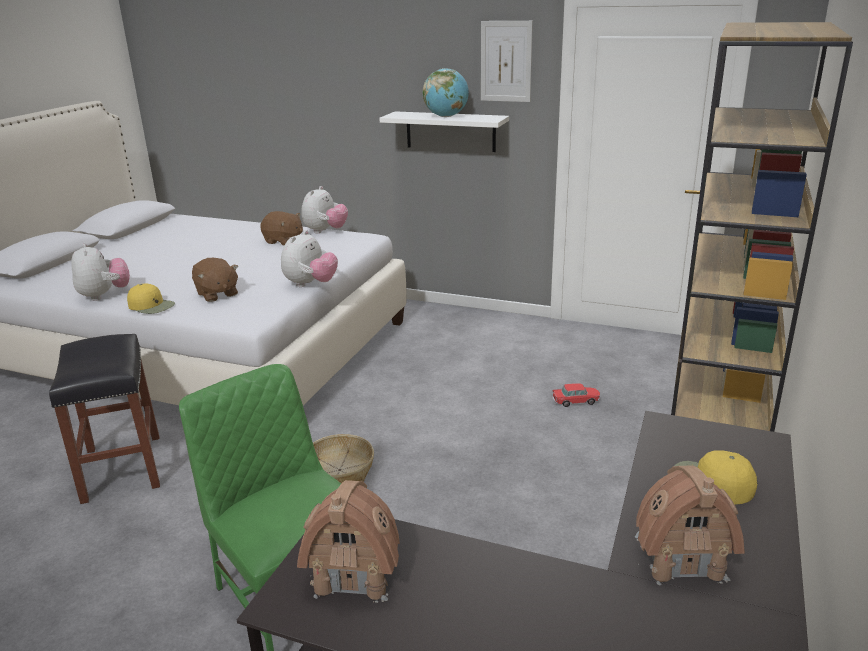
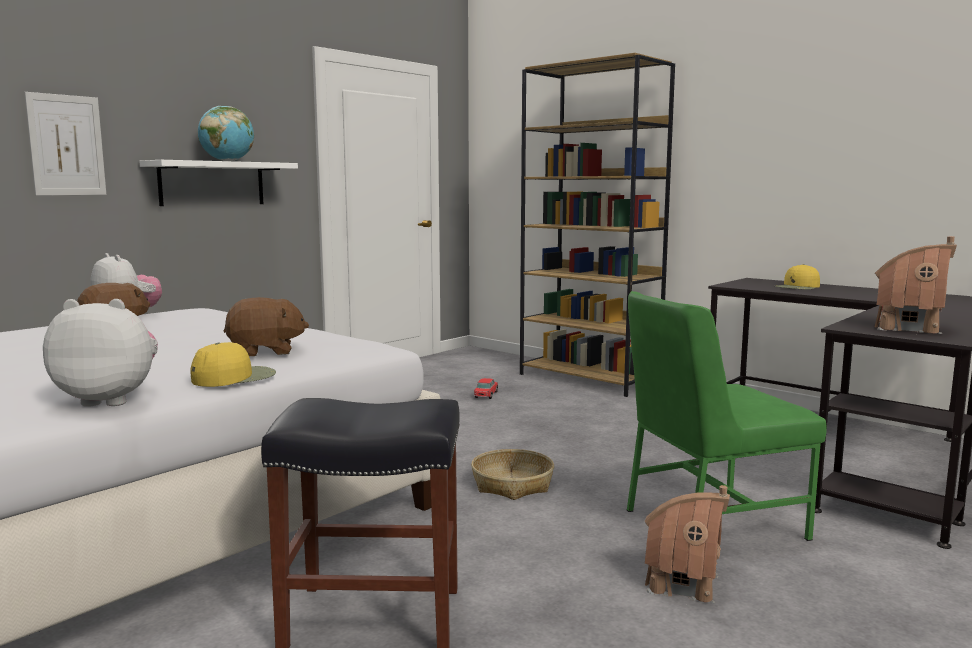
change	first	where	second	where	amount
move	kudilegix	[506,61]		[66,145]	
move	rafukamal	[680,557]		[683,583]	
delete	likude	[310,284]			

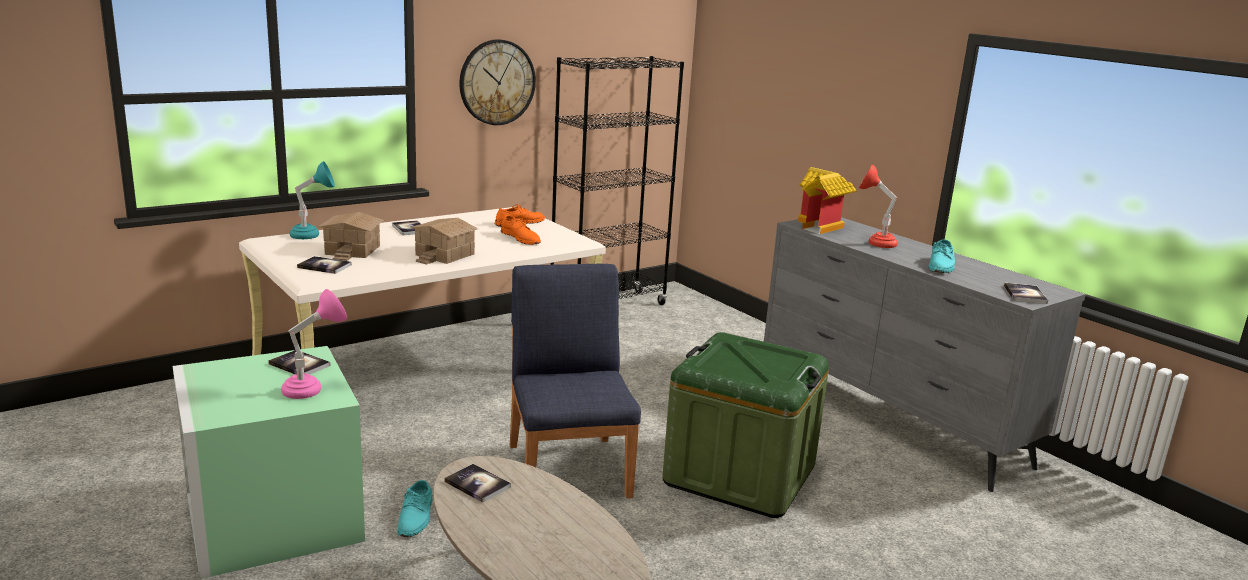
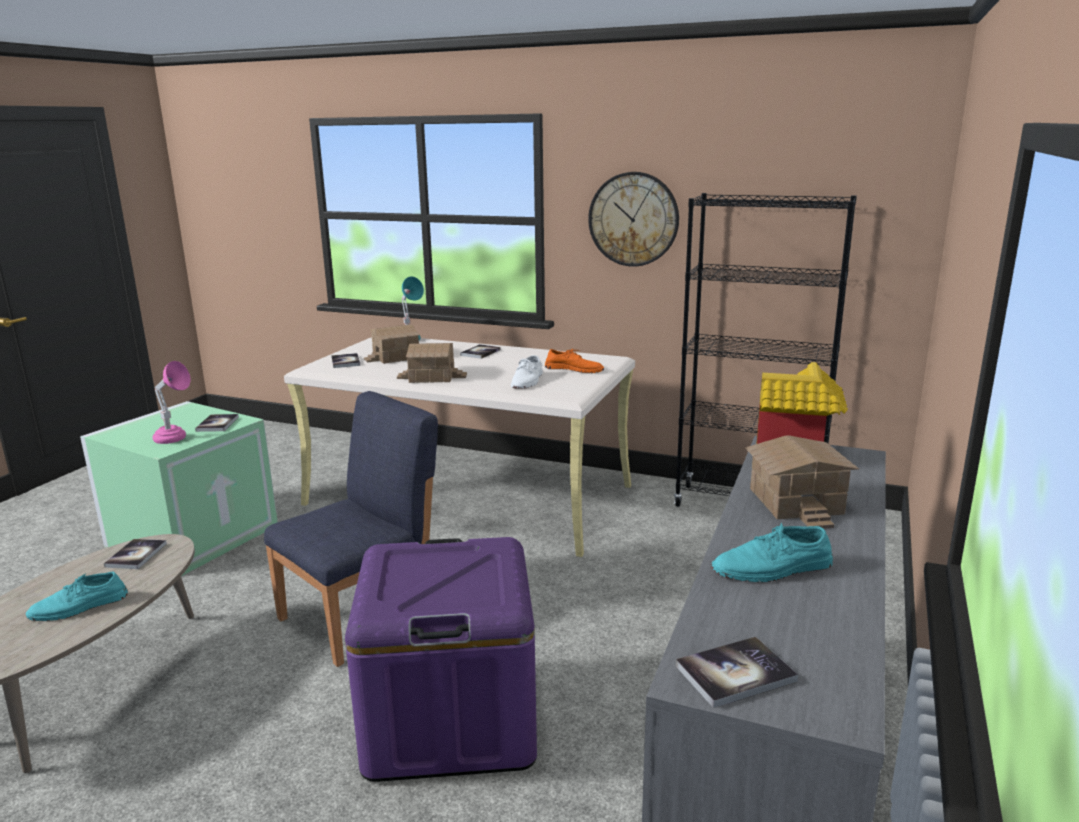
change	first	where	second	where	amount
move	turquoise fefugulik	[416,517]		[79,607]	
recolor	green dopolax	[740,474]	purple dopolax	[450,718]	
recolor	orange fefugulik	[521,238]	white fefugulik	[528,381]	
replace	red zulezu	[874,242]	rafukamal	[793,501]	

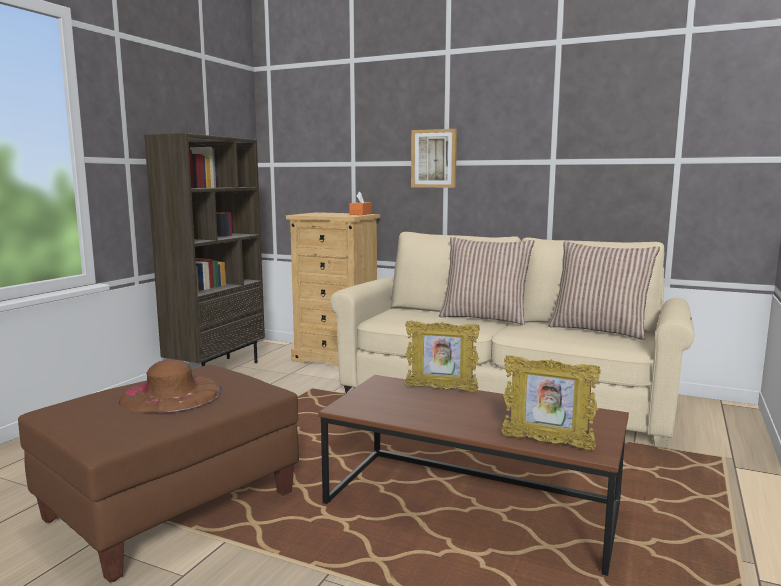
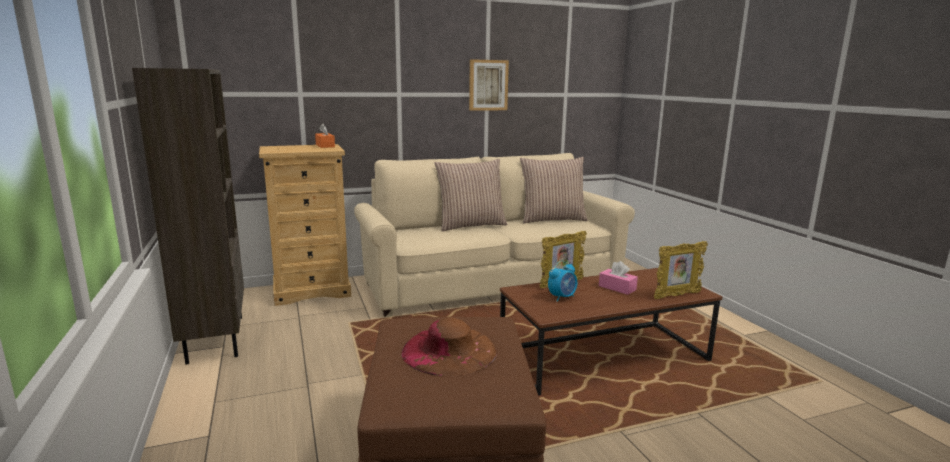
change	first	where	second	where	amount
move	kudilegix	[434,158]		[488,85]	
insert			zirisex	[562,297]	
insert			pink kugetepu	[617,288]	

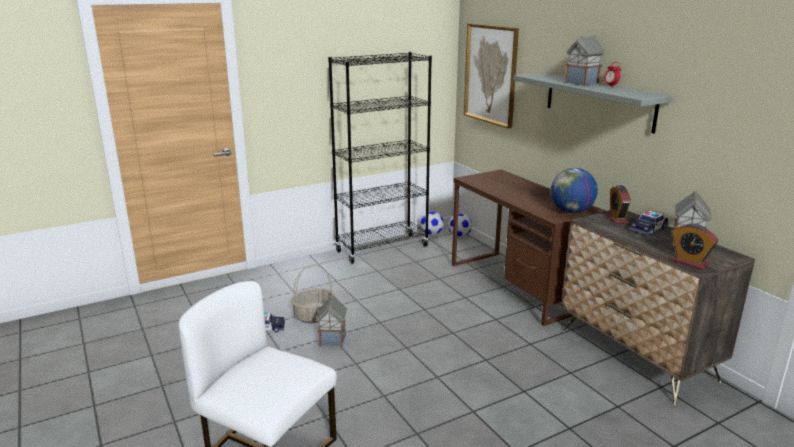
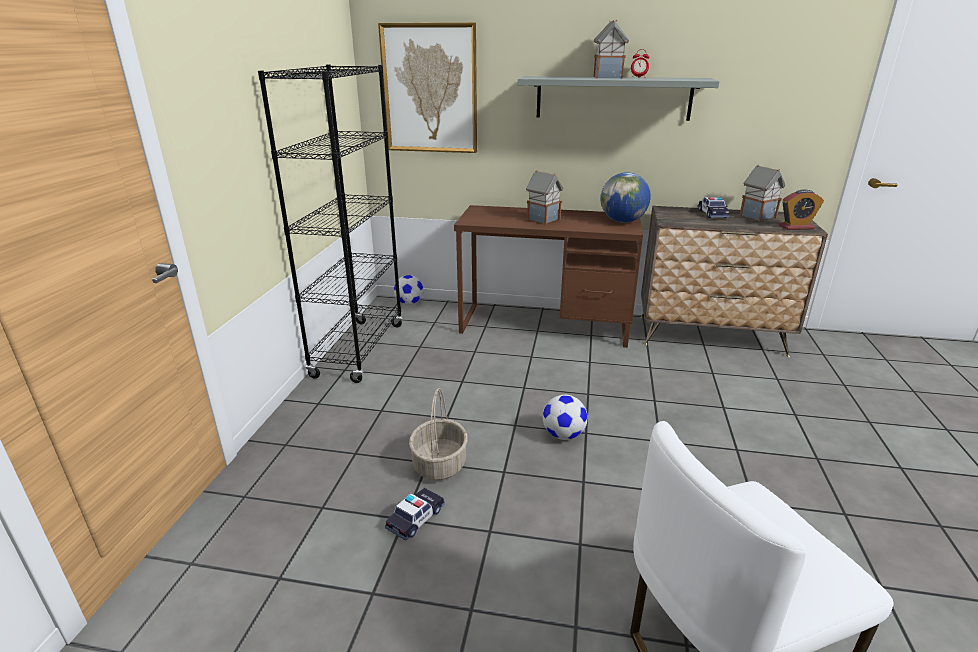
change	first	where	second	where	amount
move	rafukamal	[332,340]		[542,219]	
move	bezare	[431,234]		[563,435]	
delete	zirisex	[616,219]			

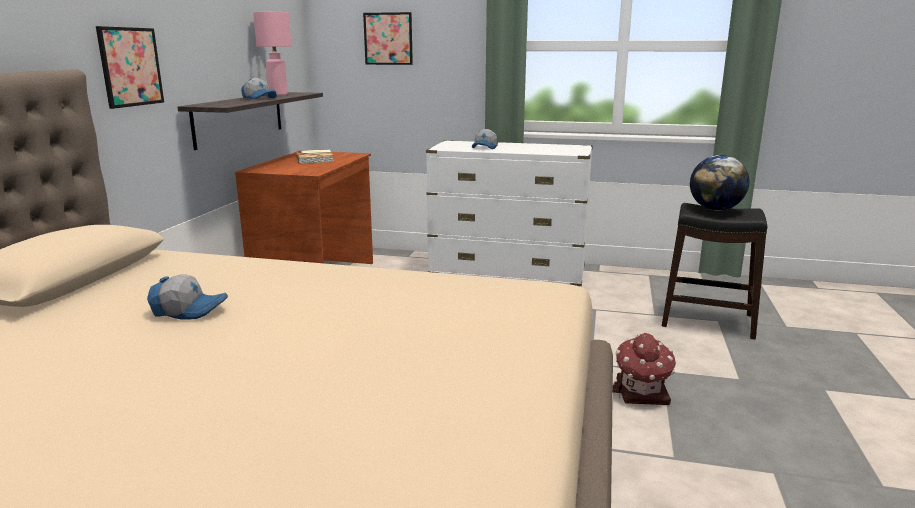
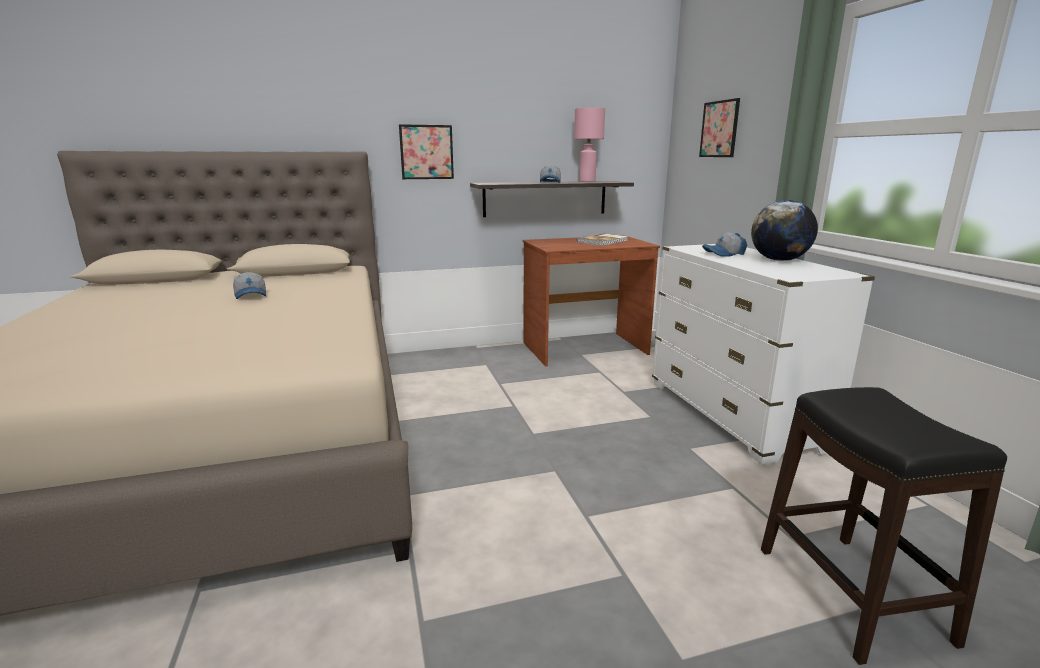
change	first	where	second	where	amount
move	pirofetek	[715,209]		[779,260]	
delete	rafukamal	[642,393]			

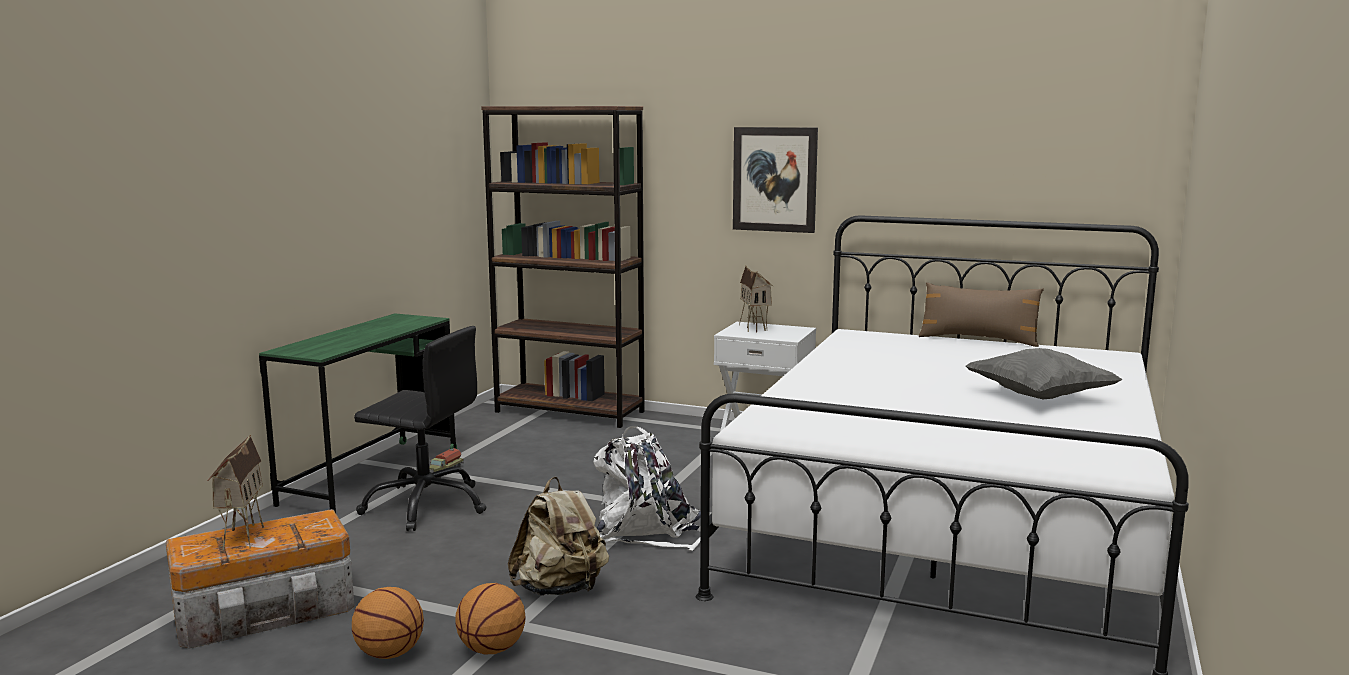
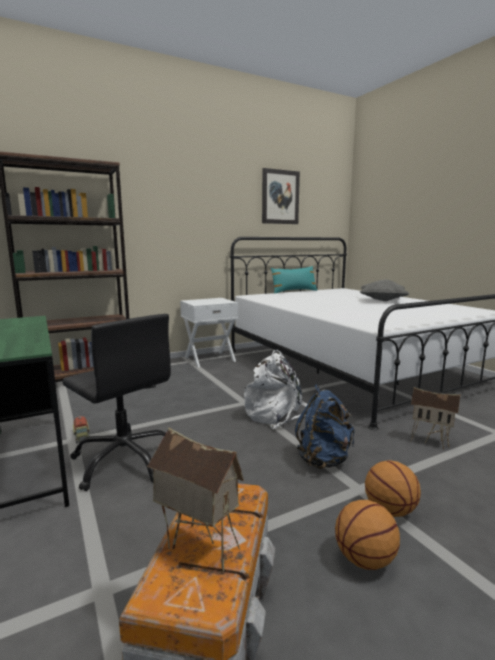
change	first	where	second	where	amount
rotate	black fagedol	[426,505]		[125,460]	75 degrees clockwise
move	kudilegix	[775,179]		[280,197]	
recolor	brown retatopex	[978,340]	turquoise retatopex	[294,291]	
recolor	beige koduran	[560,589]	blue koduran	[324,459]	
move	rafukamal	[755,328]		[430,441]	

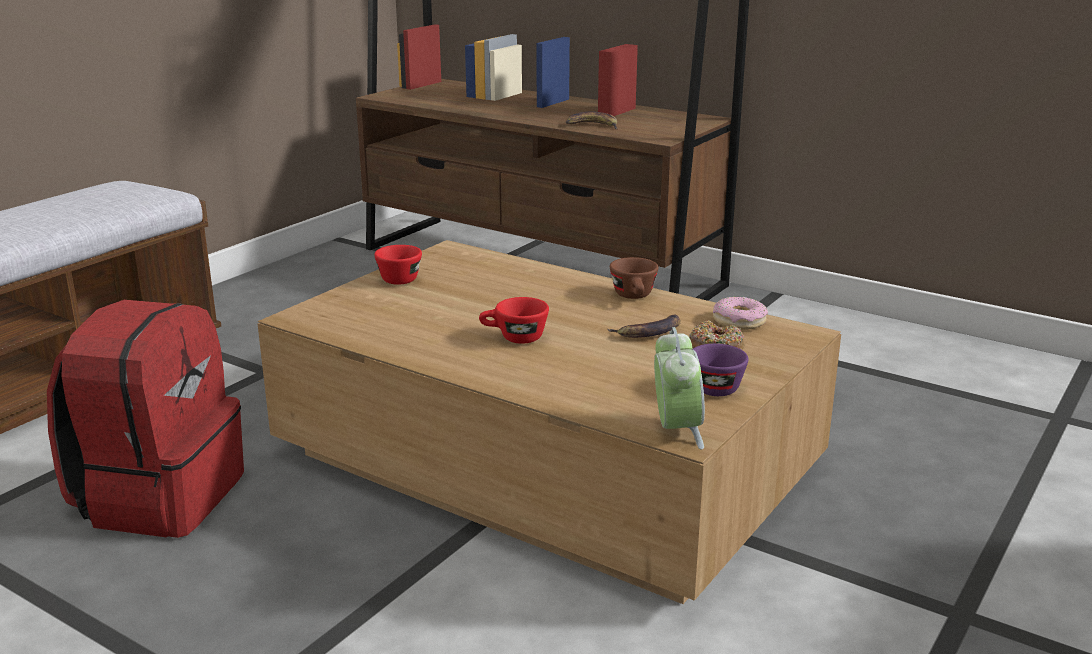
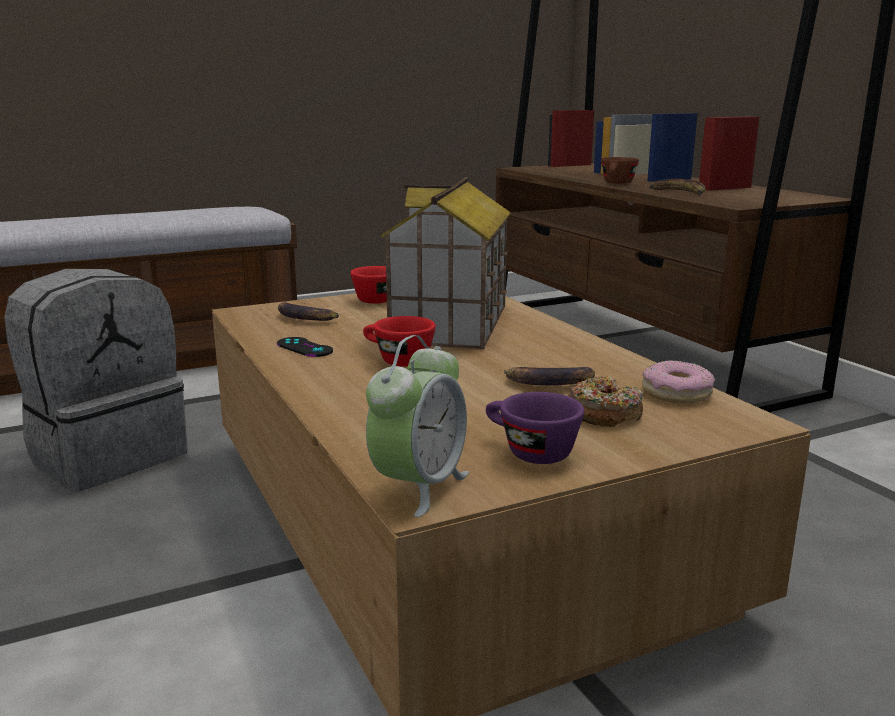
change	first	where	second	where	amount
recolor	red koduran	[159,496]	grey koduran	[108,455]	
insert			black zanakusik	[304,347]	
insert			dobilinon	[305,318]	
insert			rafukamal	[451,324]	
move	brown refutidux	[635,297]		[617,183]	

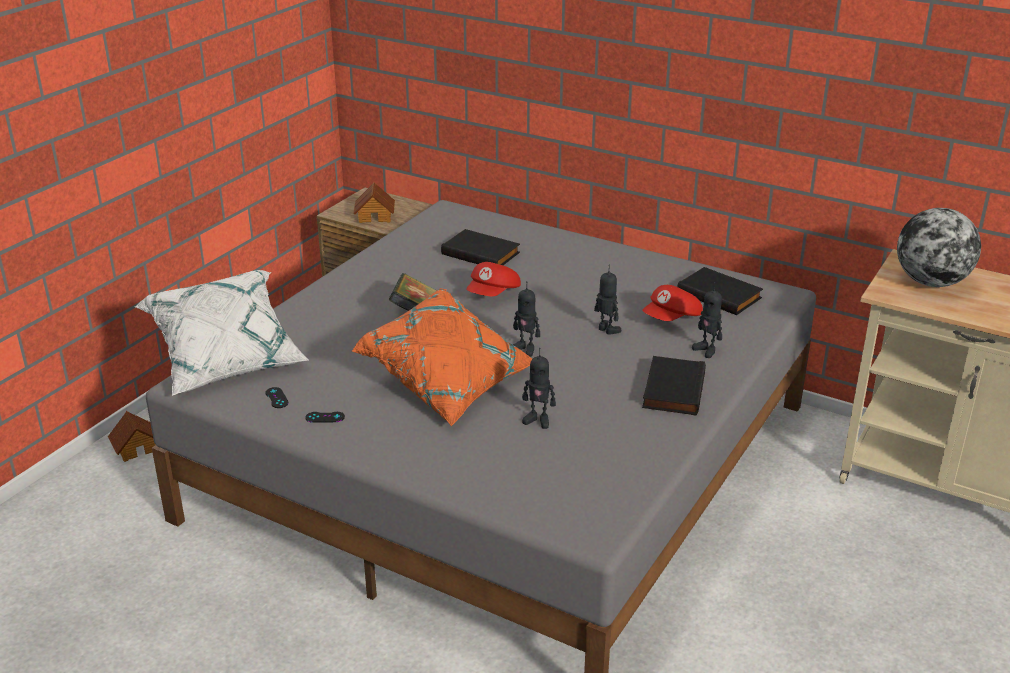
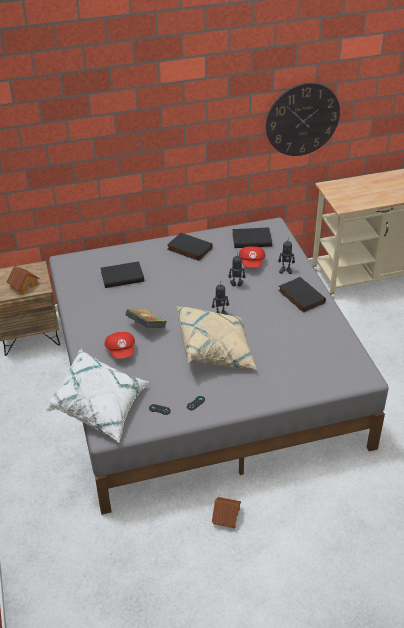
change	first	where	second	where	amount
move	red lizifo	[493,294]		[121,351]	
insert			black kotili	[188,249]	
recolor	orange retatopex	[448,382]	beige retatopex	[216,351]	
move	rafukamal	[137,447]		[226,516]	
insert			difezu	[302,119]	
delete	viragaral	[538,420]			
delete	pirofetek	[931,282]			

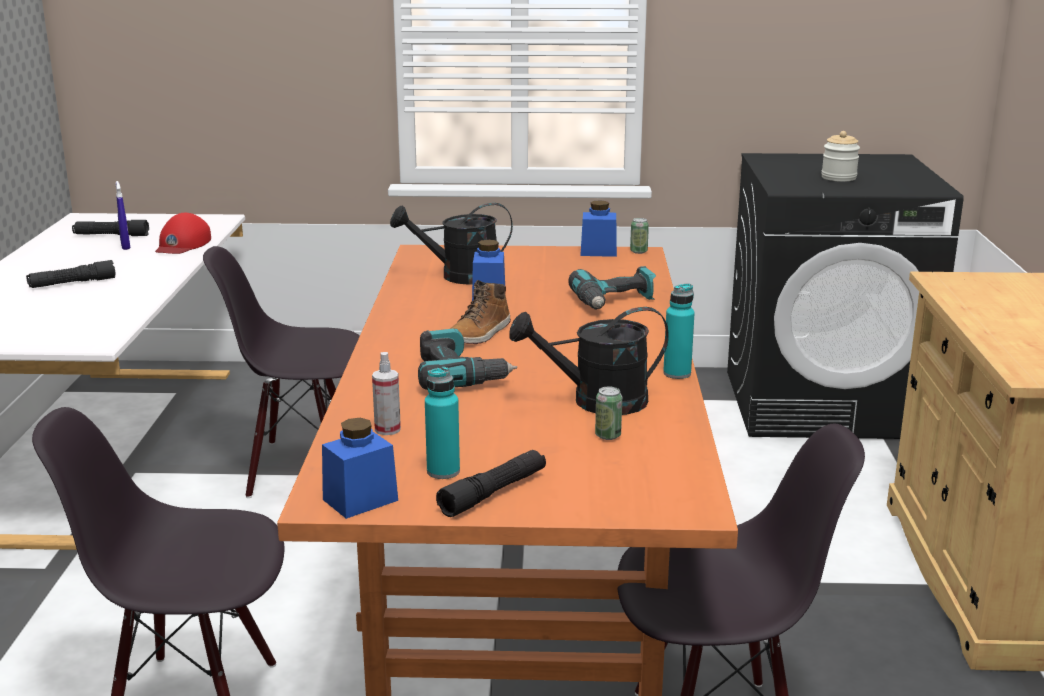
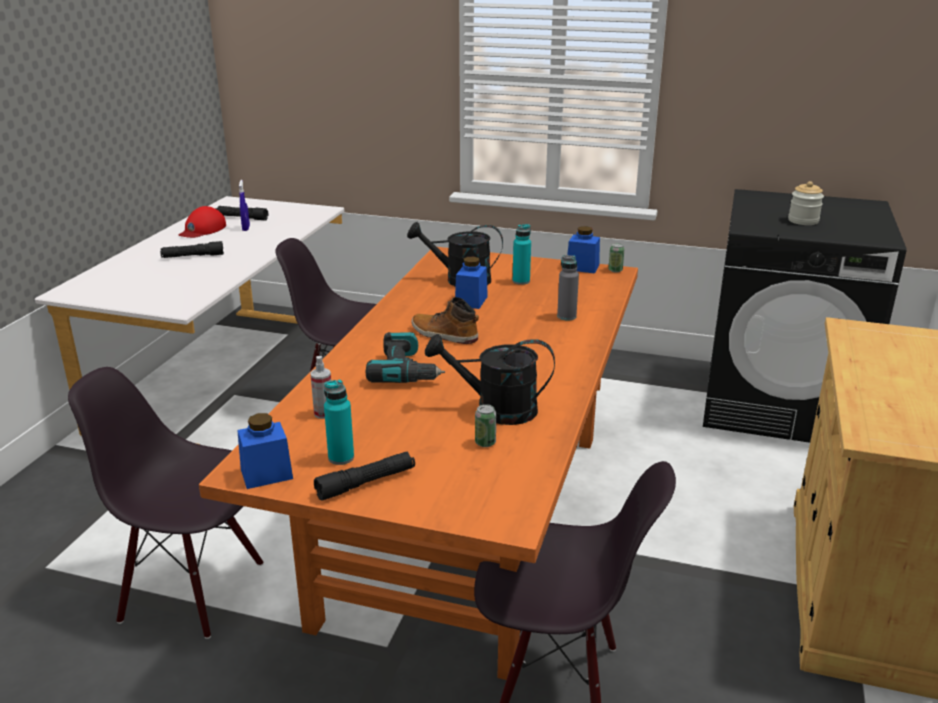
change	first	where	second	where	amount
move	red lizifo	[182,244]		[202,230]	
rotate	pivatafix	[480,334]		[444,335]	75 degrees clockwise
move	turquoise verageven	[677,373]		[521,281]	
replace	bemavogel	[614,302]	grey verageven	[566,316]	

